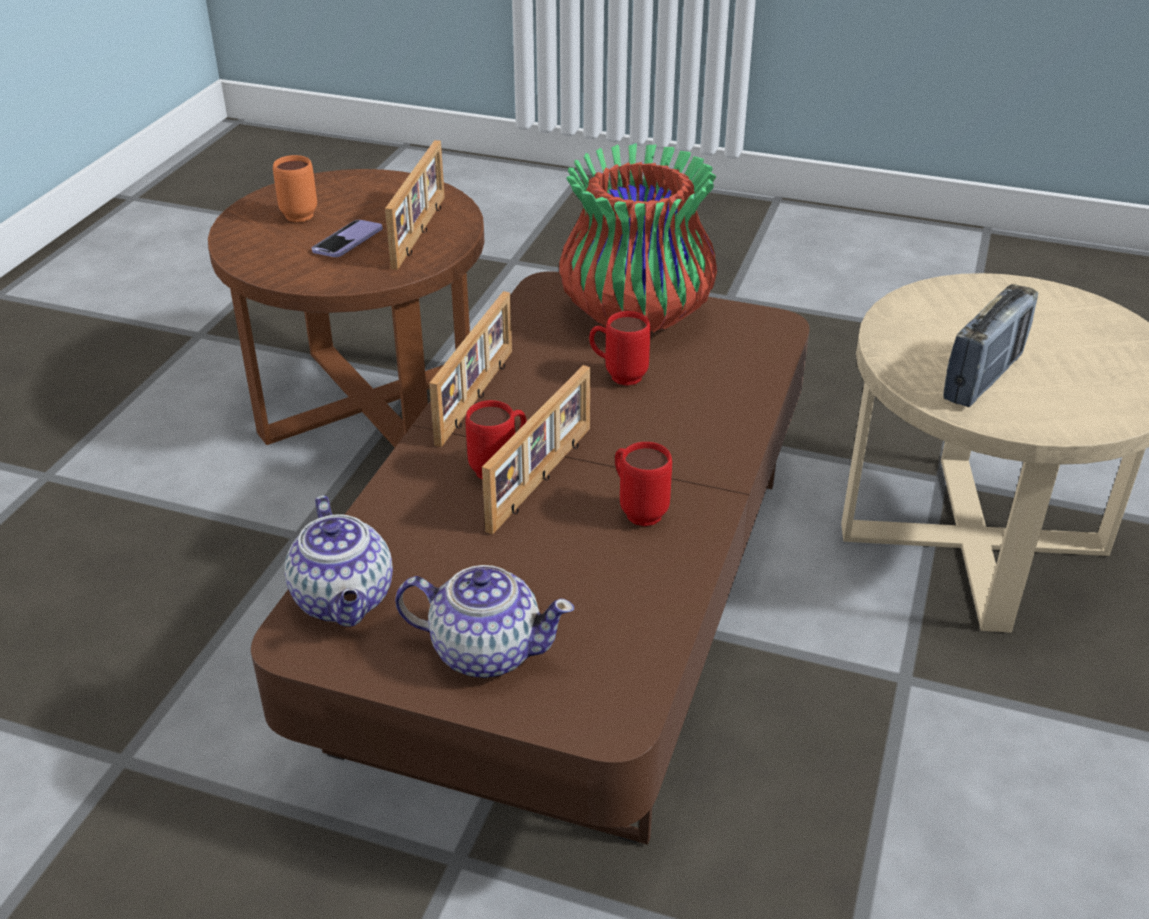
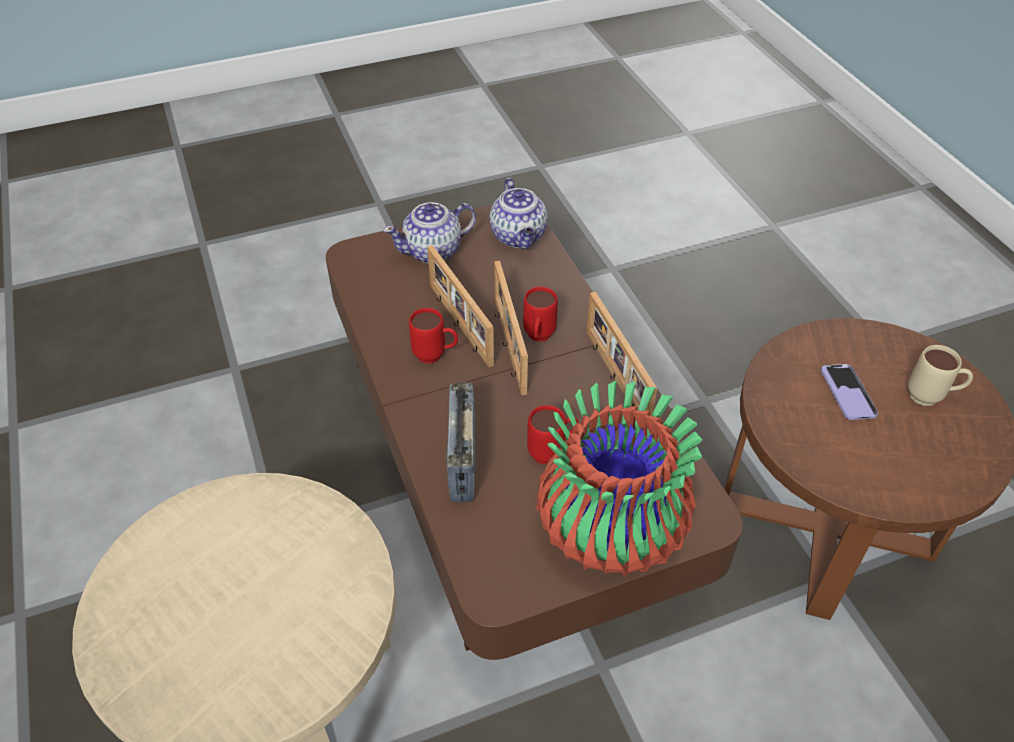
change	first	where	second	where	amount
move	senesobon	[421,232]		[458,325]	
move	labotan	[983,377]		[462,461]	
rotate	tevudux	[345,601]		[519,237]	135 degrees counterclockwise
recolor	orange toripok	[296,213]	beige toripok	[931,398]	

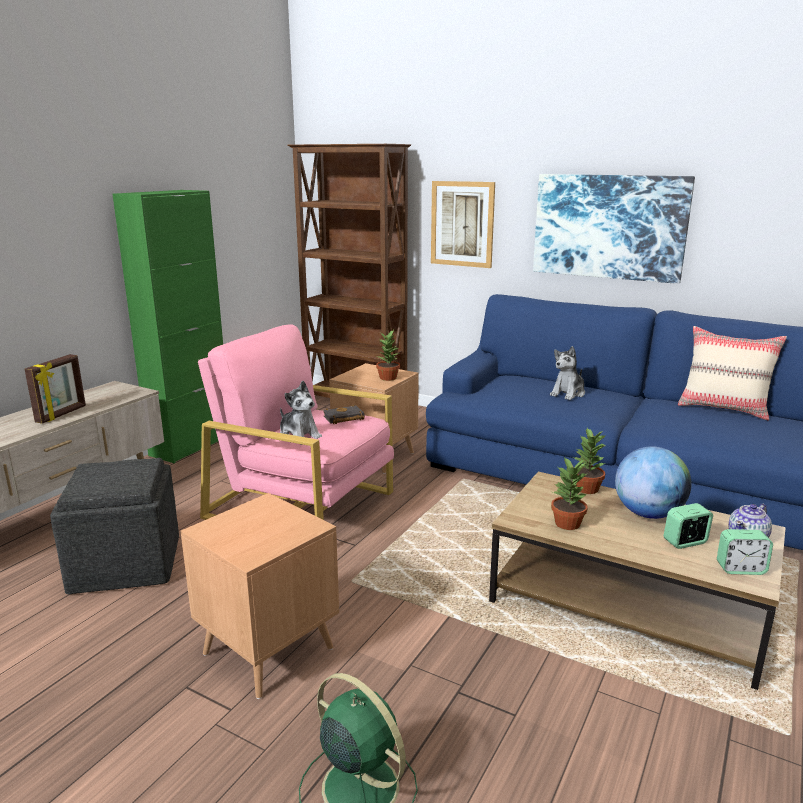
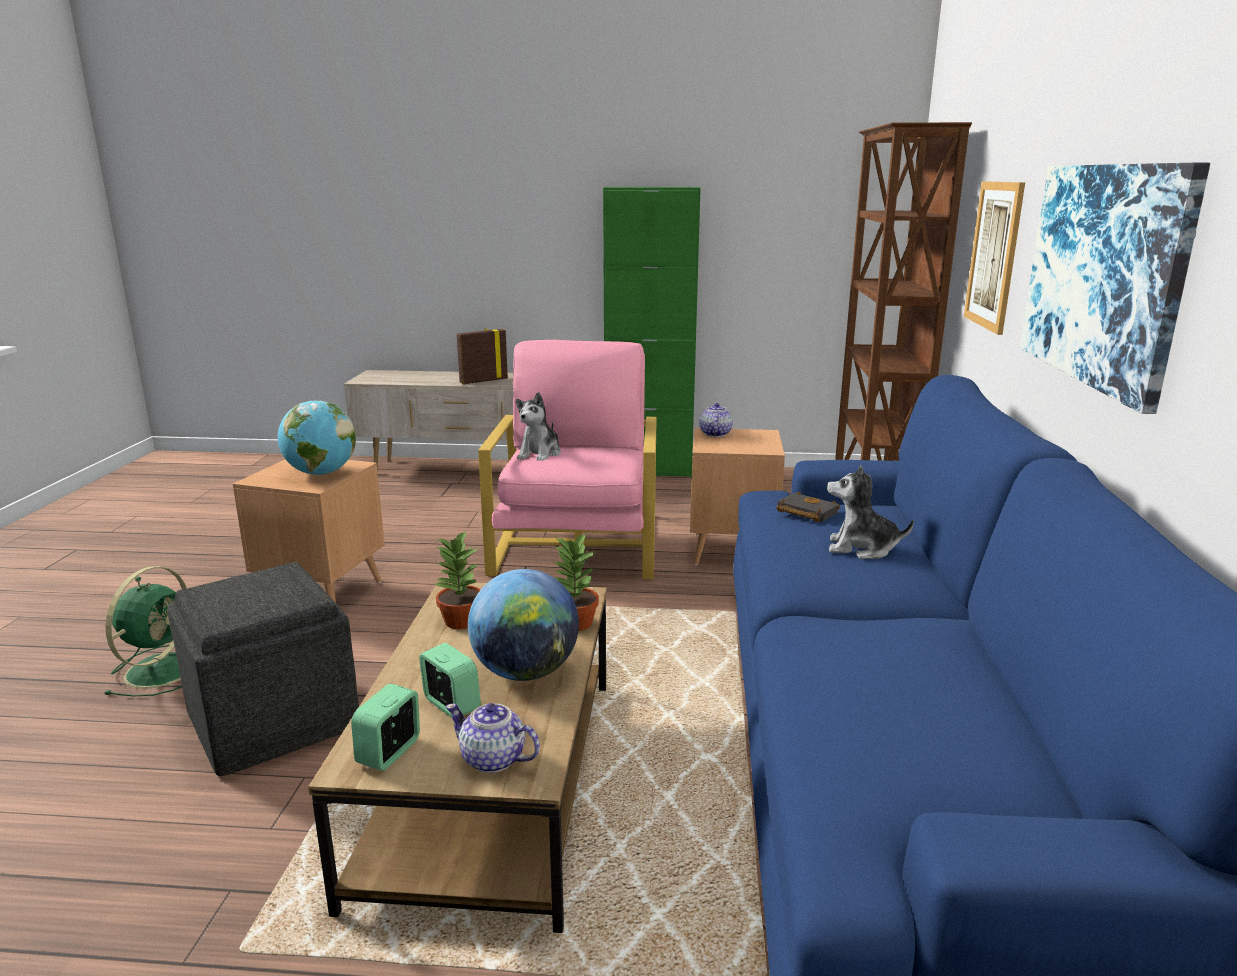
change	first	where	second	where	amount
move	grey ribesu	[125,564]		[271,720]	
insert			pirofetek	[320,473]	
rotate	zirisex	[740,569]		[389,752]	45 degrees clockwise
rotate	senesobon	[62,414]		[483,381]	150 degrees clockwise
insert			tevudux	[715,434]	
move	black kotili	[343,418]		[805,512]	
delete	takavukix	[388,378]			
delete	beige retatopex	[724,409]			

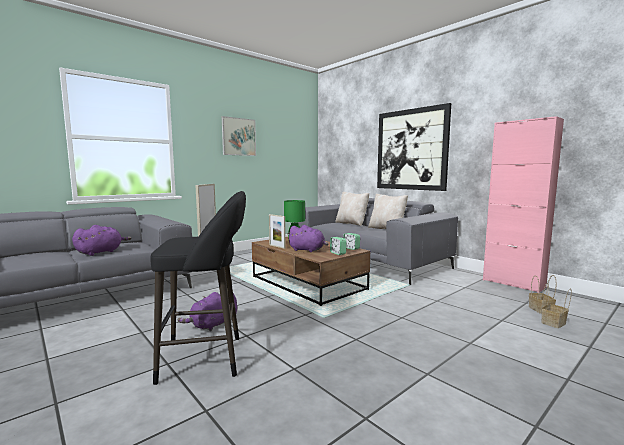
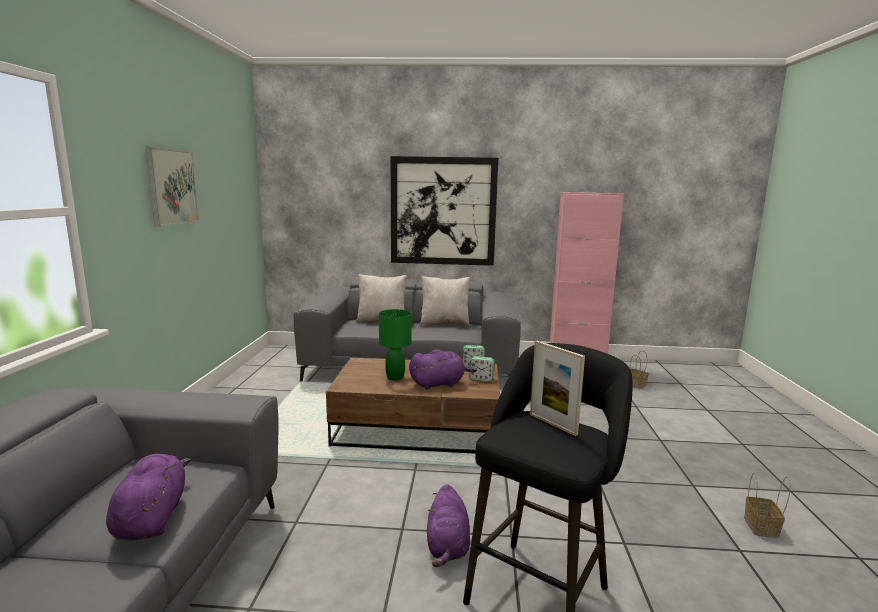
change	first	where	second	where	amount
move	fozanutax	[553,323]		[762,528]	
delete	senesobon	[277,246]			

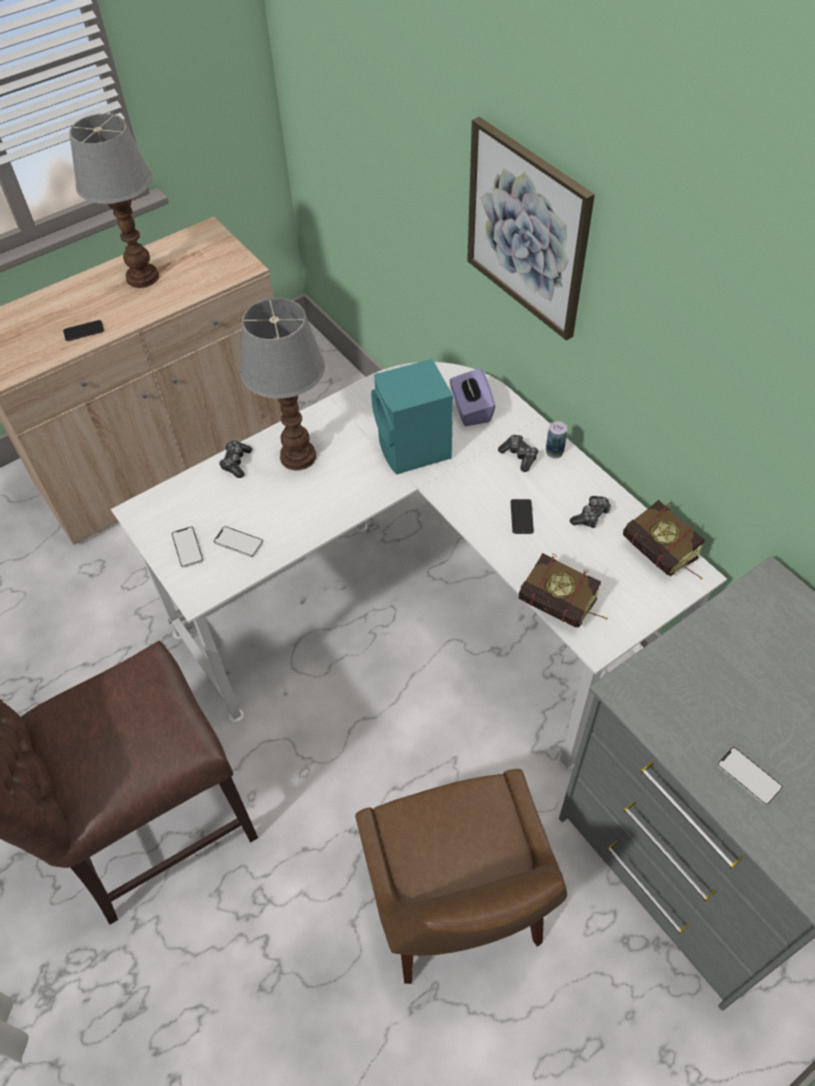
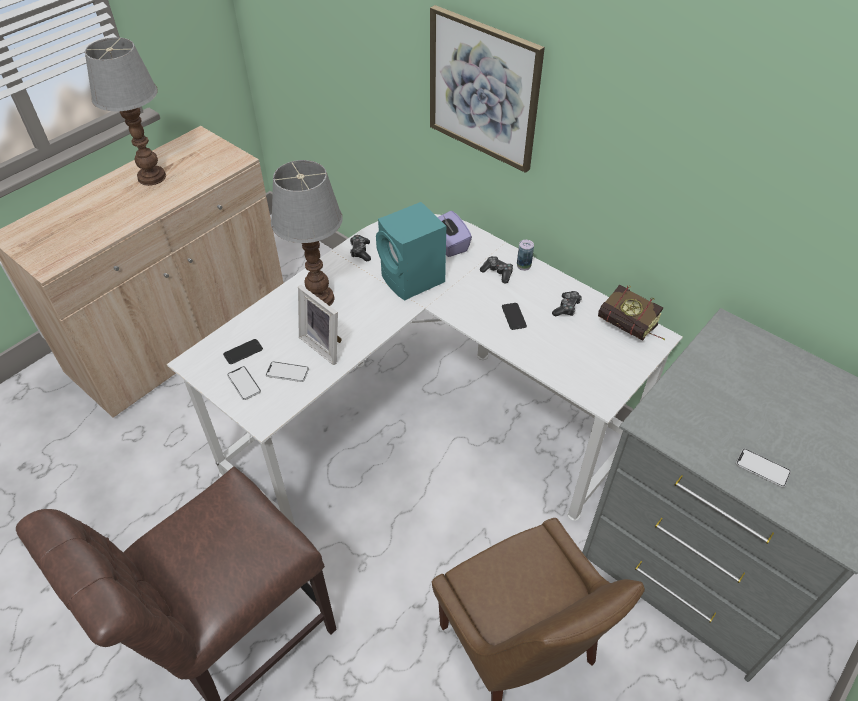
change	first	where	second	where	amount
move	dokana	[84,331]		[243,352]	
insert			senesobon	[325,345]	
move	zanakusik	[236,462]		[360,251]	
delete	kotili	[564,609]			

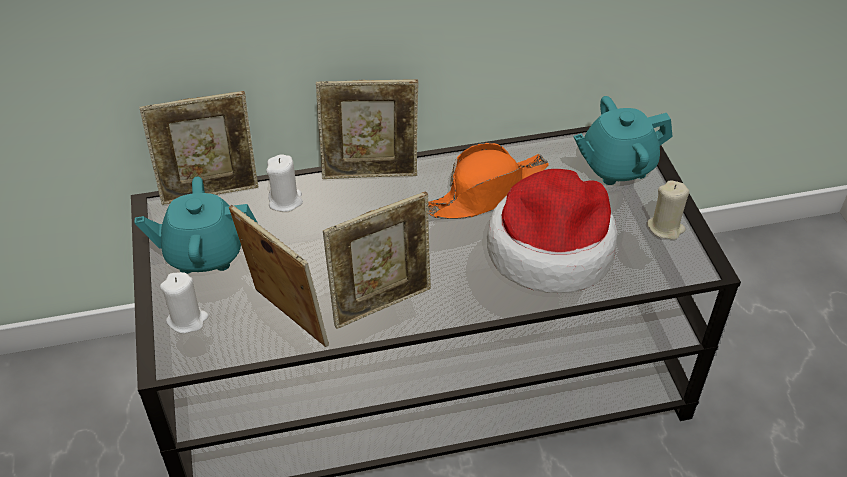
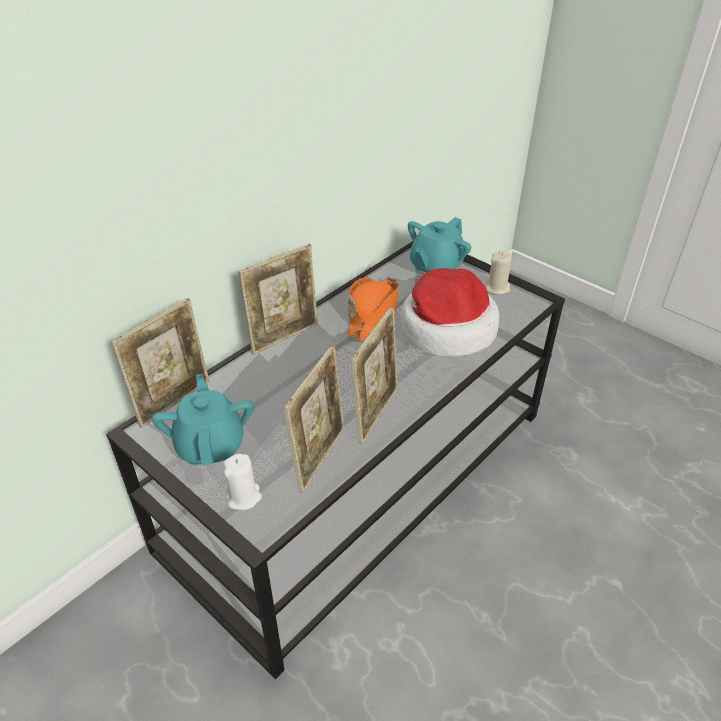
change	first	where	second	where	amount
rotate	turquoise tevudux	[204,253]		[210,445]	120 degrees clockwise
rotate	senesobon	[286,319]		[319,457]	105 degrees clockwise
delete	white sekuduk	[285,201]			

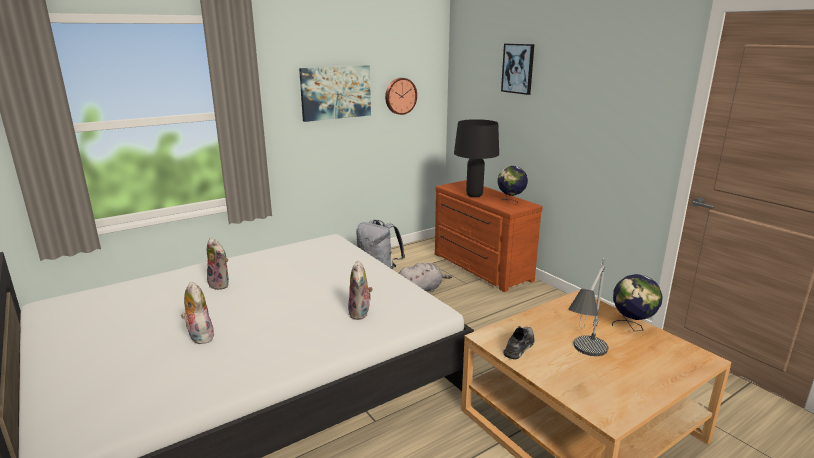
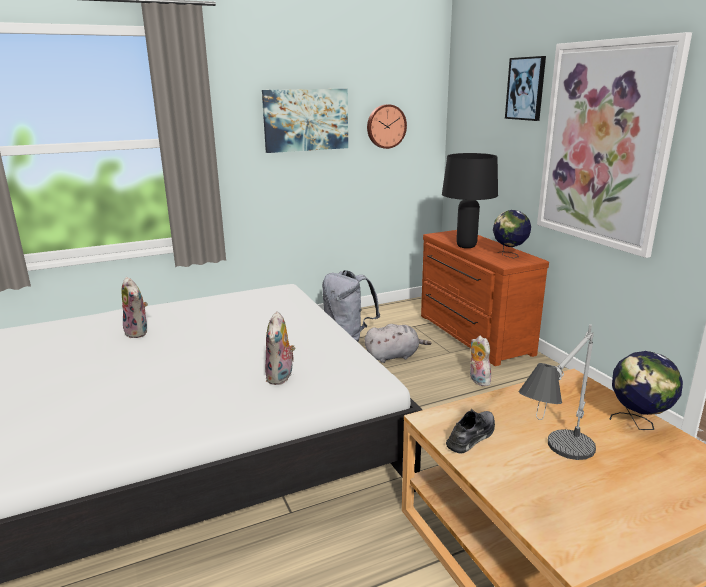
change	first	where	second	where	amount
move	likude	[199,336]		[477,380]	
insert			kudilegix	[604,145]	

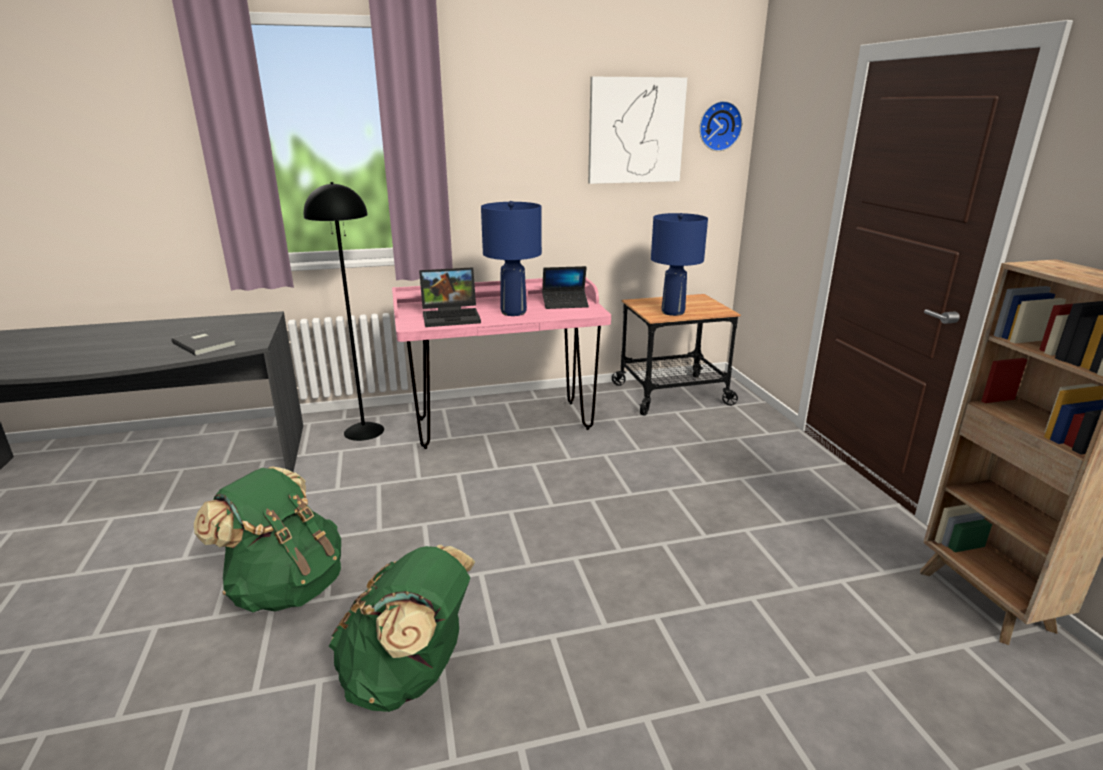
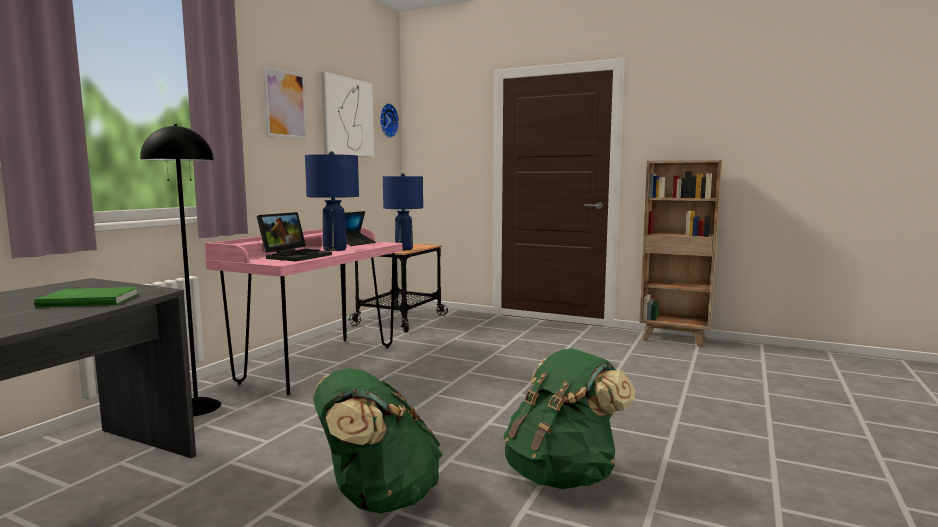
change	first	where	second	where	amount
recolor	grey kotili	[205,343]	green kotili	[89,300]	
insert			kudilegix	[285,104]	

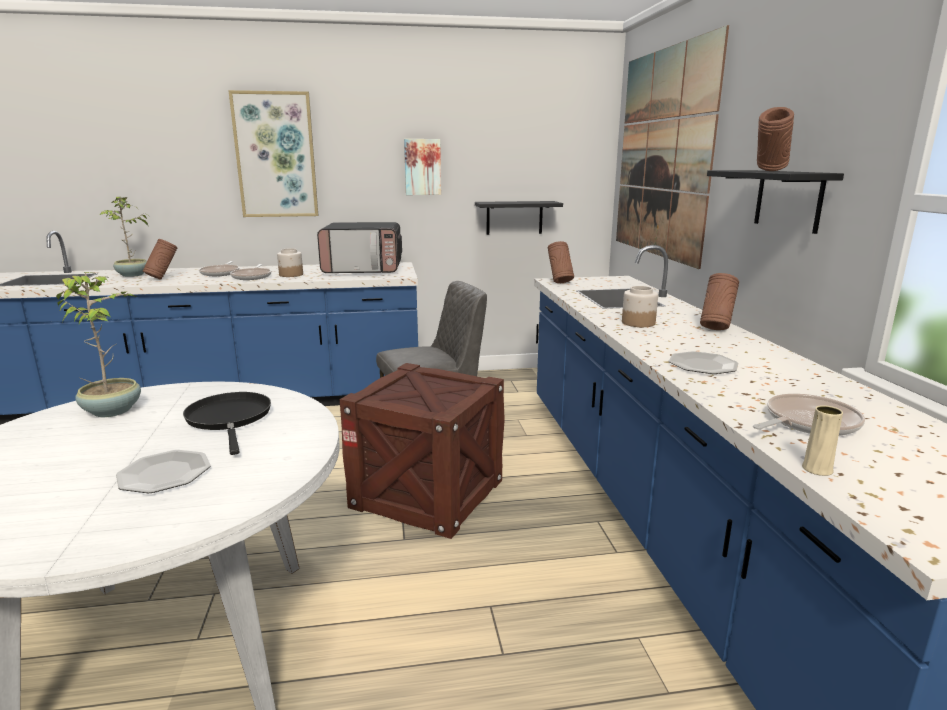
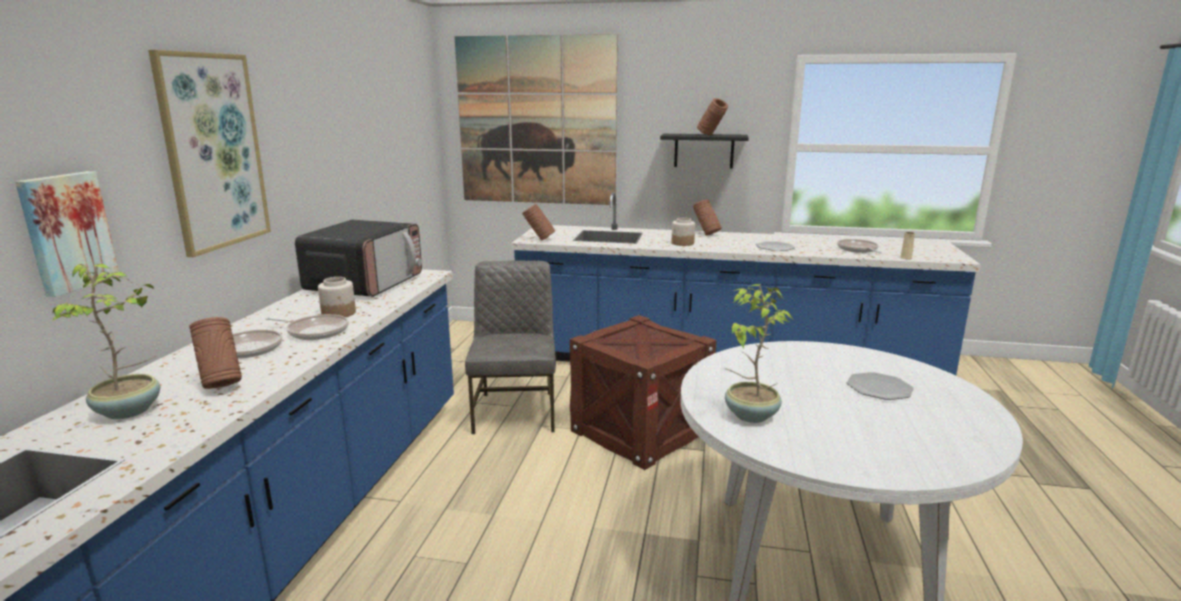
change	first	where	second	where	amount
move	kudilegix	[422,167]		[66,232]	
delete	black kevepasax	[230,419]			
delete	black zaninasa	[514,217]			

